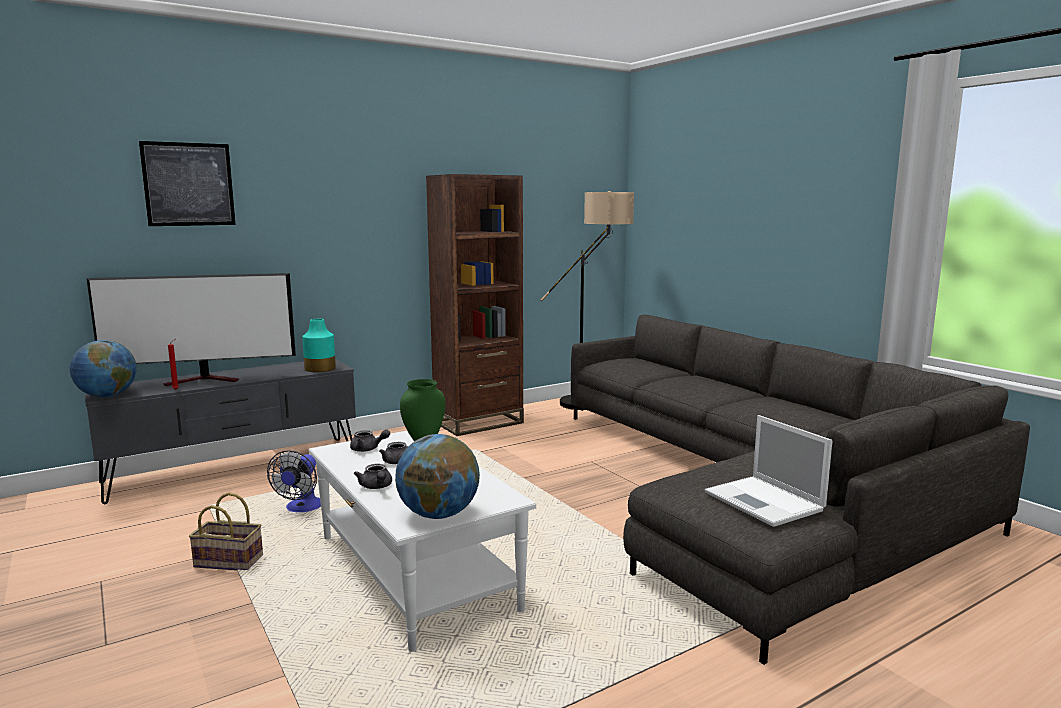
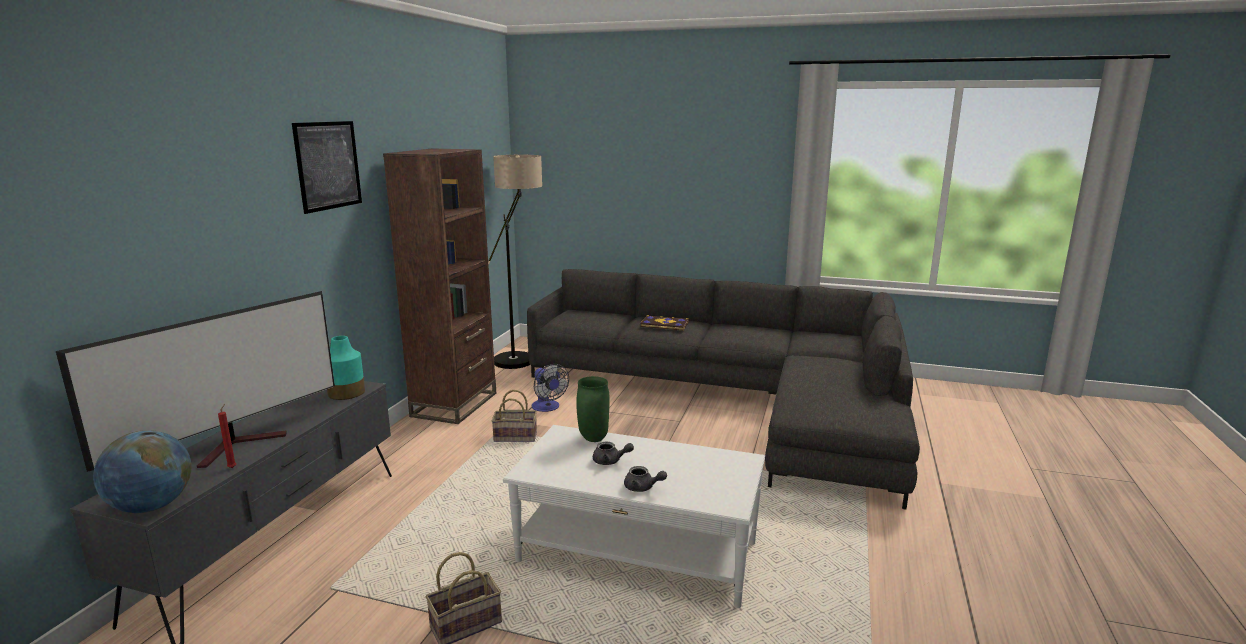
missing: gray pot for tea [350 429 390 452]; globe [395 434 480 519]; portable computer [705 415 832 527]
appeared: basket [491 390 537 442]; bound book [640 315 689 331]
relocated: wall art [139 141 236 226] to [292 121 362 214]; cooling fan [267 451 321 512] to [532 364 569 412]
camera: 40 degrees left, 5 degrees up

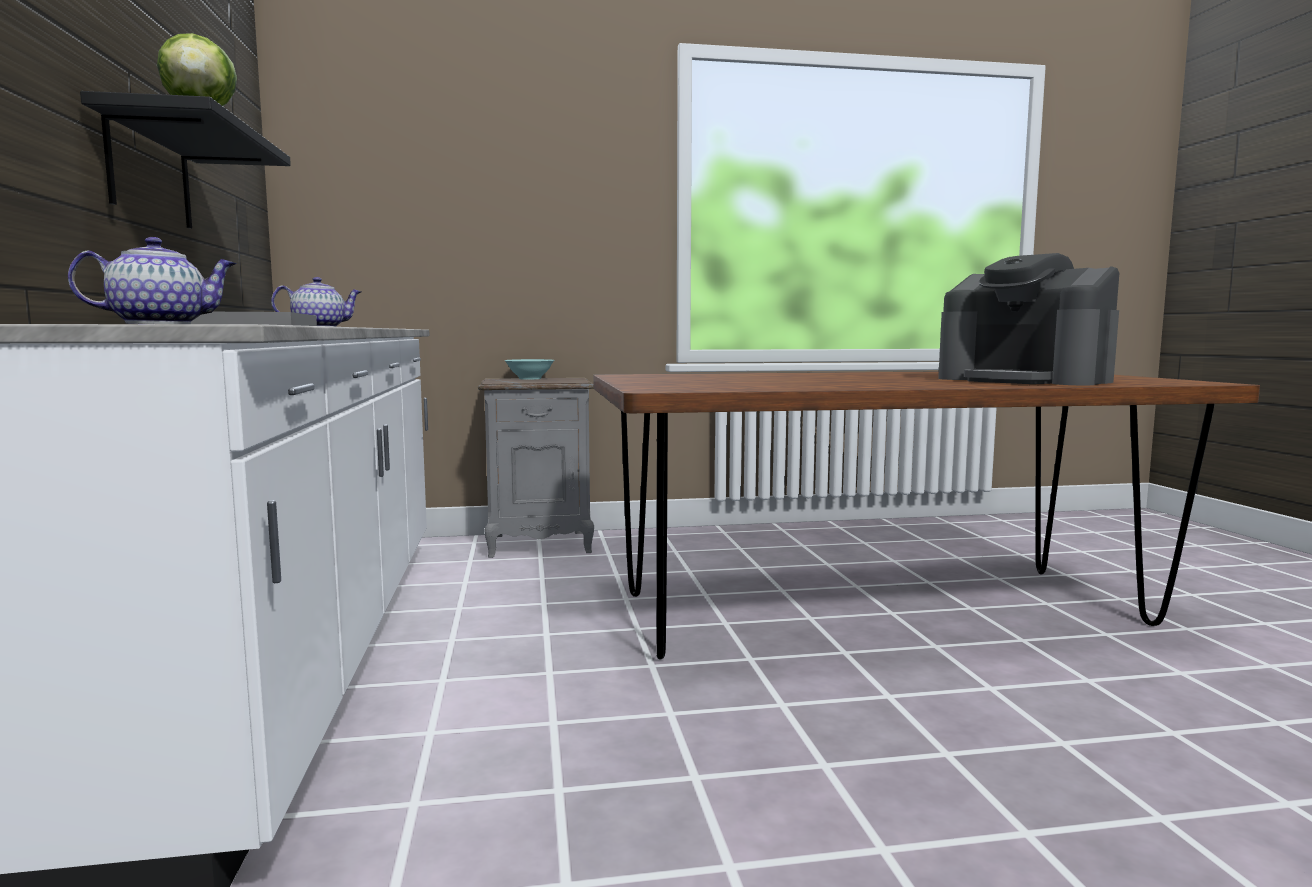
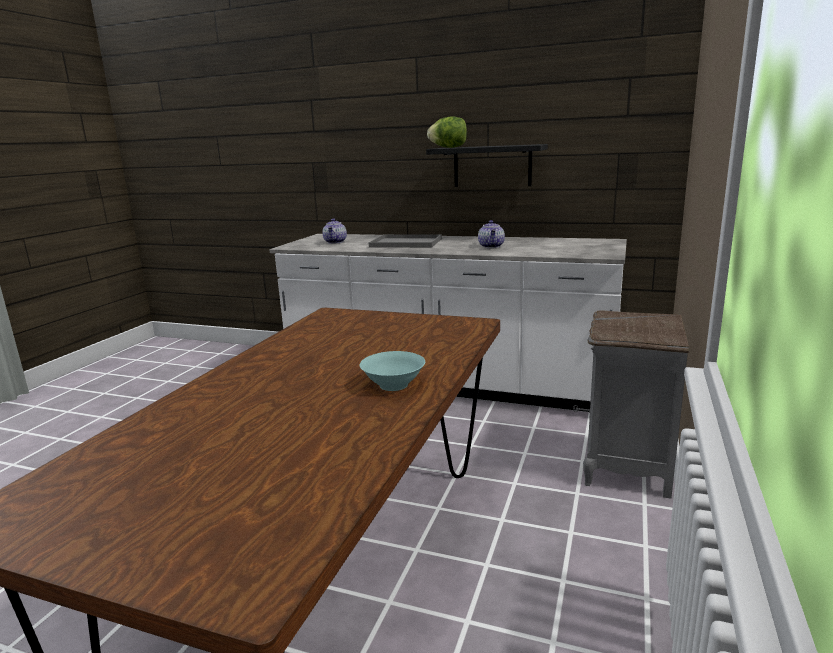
missing: coffee brewer [938 253 1119 385]
relocated: turquoise-coloured serving bowl [505 359 555 380] to [360 351 425 391]
camera: 120 degrees right, 10 degrees up

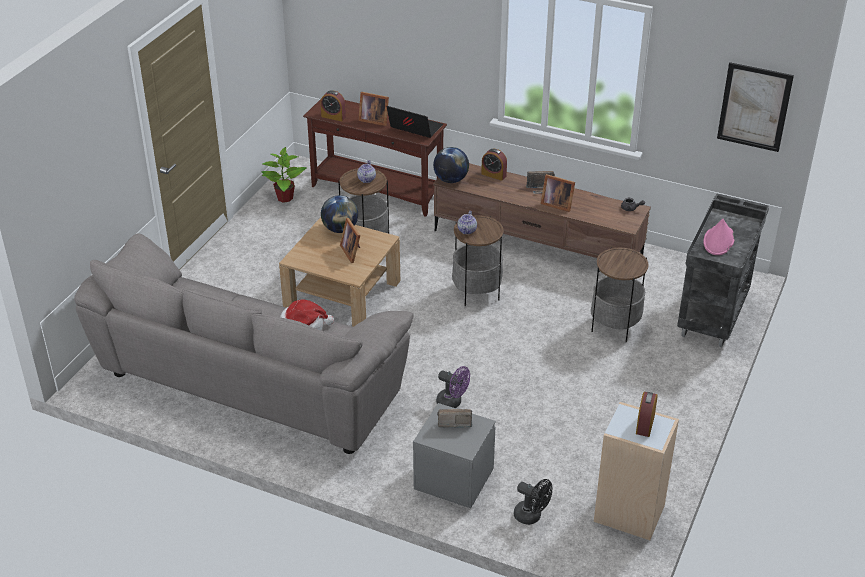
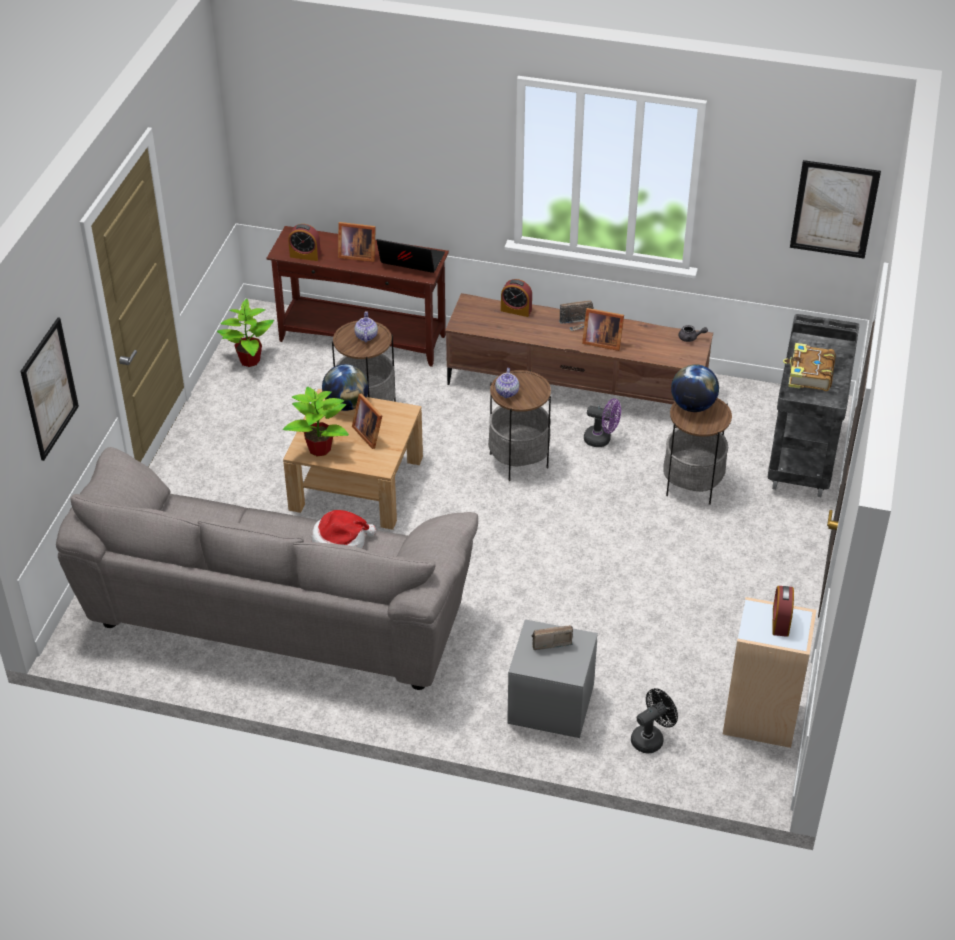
appeared: wall art [20 318 79 461]; plant in a pot [283 387 349 456]
relocated: globe [433 147 469 183] to [671 364 719 412]; purple-coloured cooling fan [436 366 470 408] to [584 398 621 447]
exchanged: pink-coloured wearable hat [703 219 734 255] to bound book [783 343 836 391]
spun: black cooling fan [514 479 552 525] = [631 688 678 753] 60 degrees counterclockwise
camera: 10 degrees left, 5 degrees up

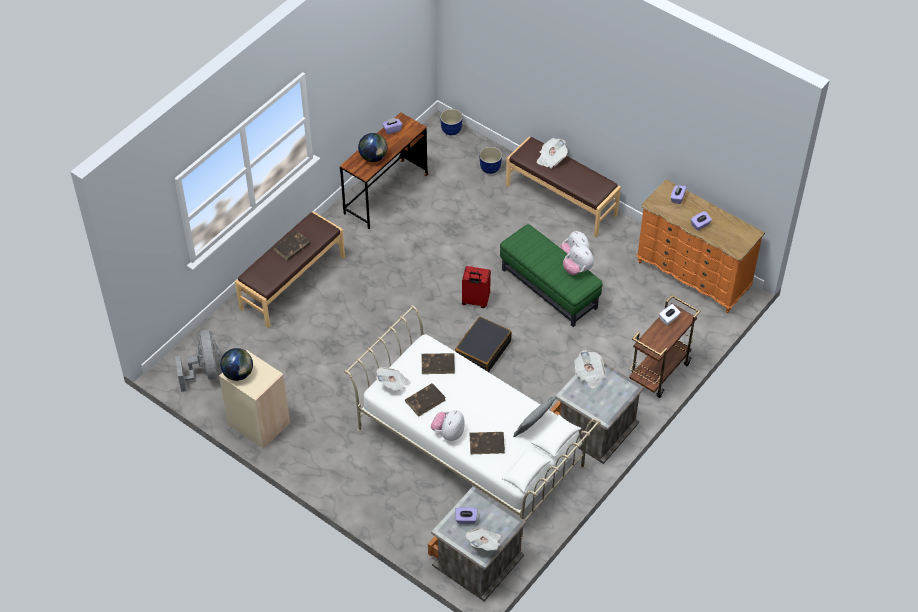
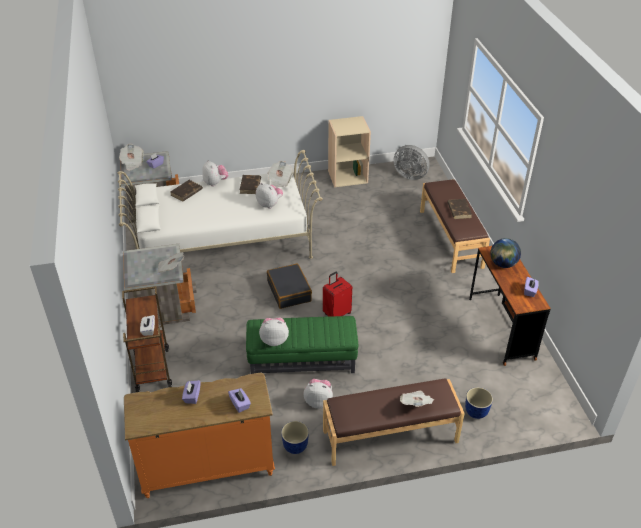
missing: globe [220 348 253 381]; gray throw pillow [513 396 556 437]
relocated: planter [440 109 463 135] to [281 421 309 454]
exchanged: brownish bound book [422 353 455 374] to cuddly toy [256 183 283 209]
camera: 130 degrees right, 10 degrees down

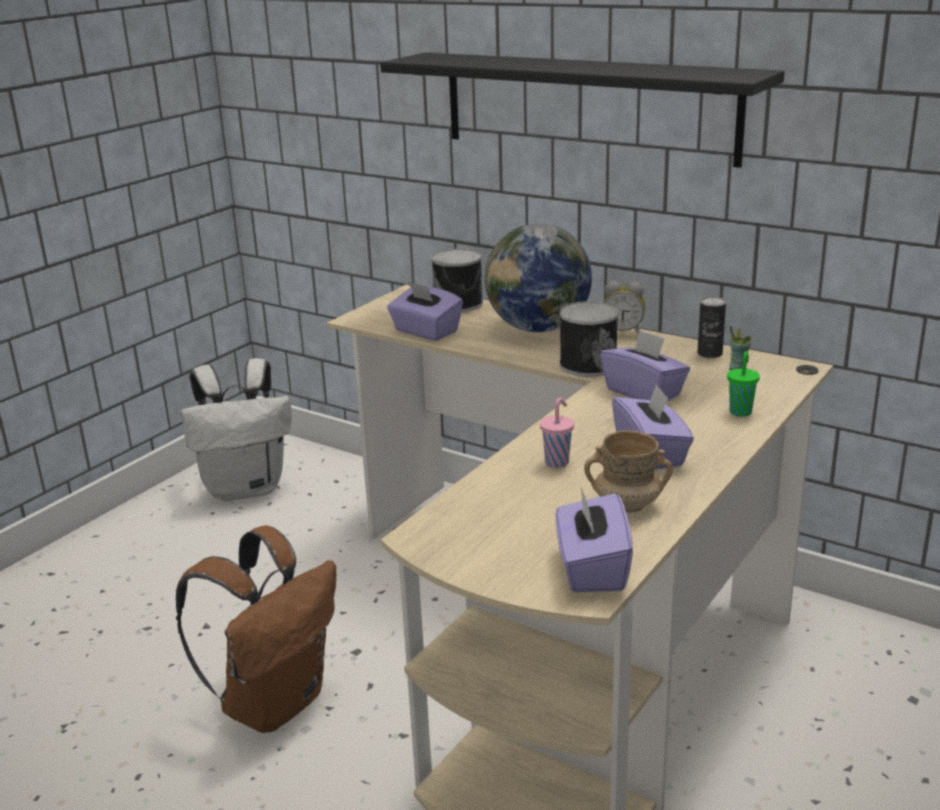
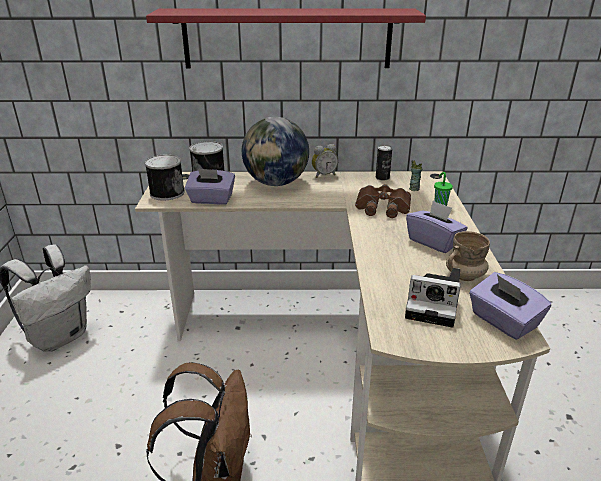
missing: pink-coloured drinking cup [540 398 574 468]
appeared: photo camera [405 268 461 328]
relocated: can [560 301 618 377] to [145 154 185 201]
exchanged: purple-coloured tissue box [600 330 690 401] to brownish pair of binoculars [355 184 411 218]
colour: black shelf [380 52 785 168] to reddish shelf [146 8 426 69]
camera: 35 degrees left, 5 degrees up

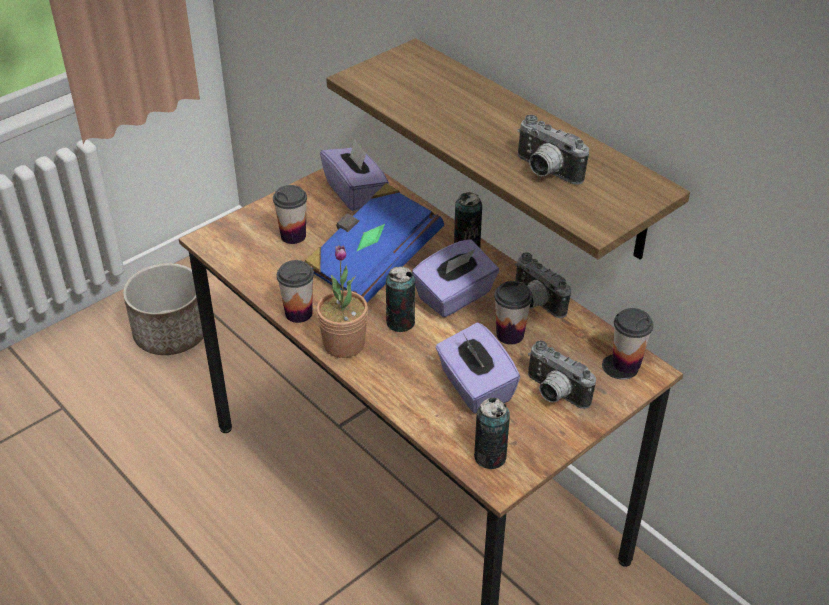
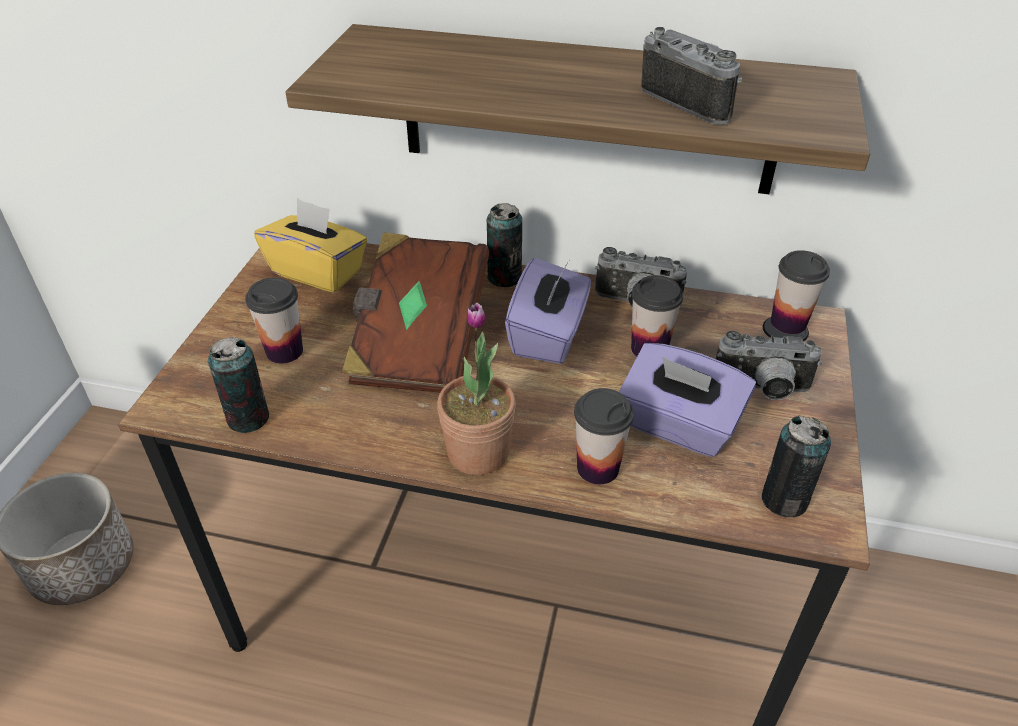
relocated: drinking cup [277 260 314 323] to [574 388 634 485]; can [386 266 415 332] to [207 337 269 433]
colour: blue bound book [305 183 444 302] to brownish bound book [341 232 490 393]; purple-coloured tissue box [320 139 389 211] to yellow-coloured tissue box [254 198 368 292]
spun: photo camera [517 115 589 185] = [641 27 742 125] 135 degrees counterclockwise
camera: 35 degrees left, 0 degrees up

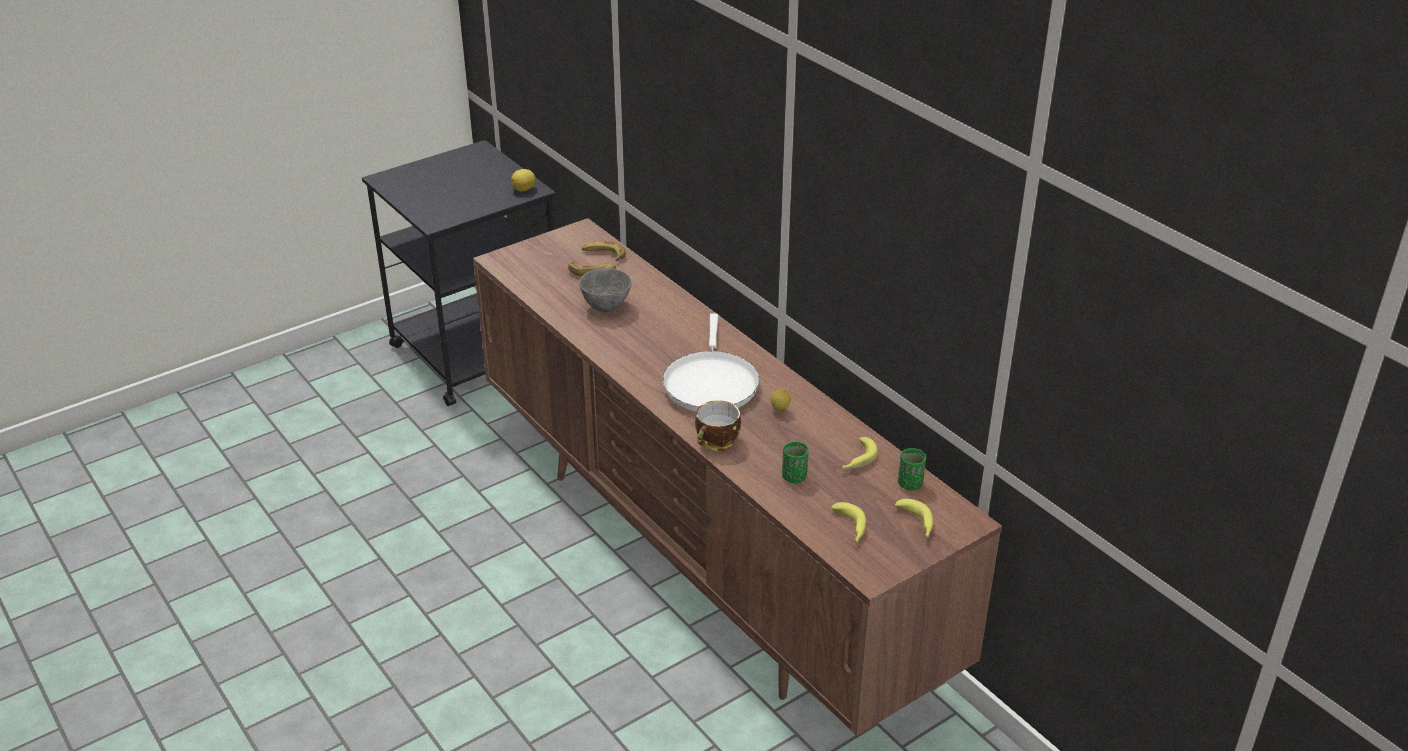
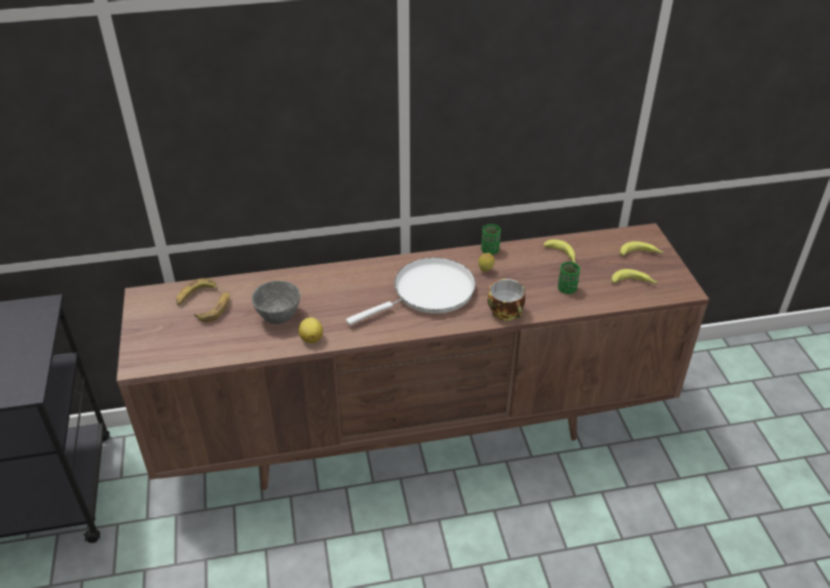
relocated: whole lemon [511 169 536 191] to [299 317 323 343]; green-coloured drinking cup [898 448 926 490] to [481 224 501 255]
spun: white skillet [663 313 760 411] = [346 258 476 325] 60 degrees counterclockwise
camera: 65 degrees left, 5 degrees up

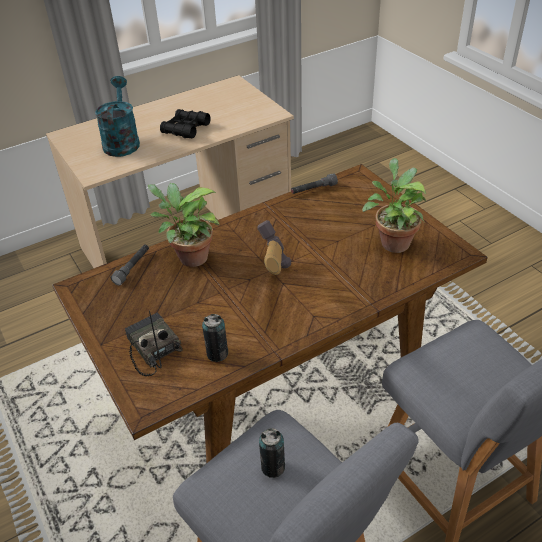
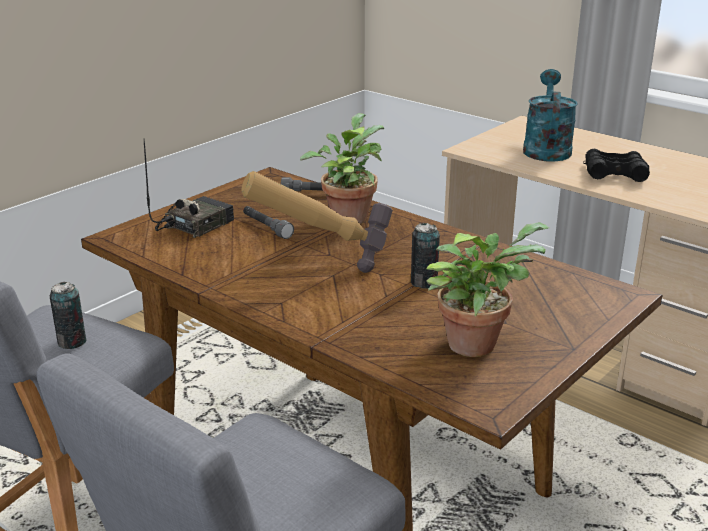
relocated: can [202 314 228 362] to [411 223 440 288]; gray hand torch [291 173 338 194] to [243 206 294 239]
spun: turquoise-coloured watering pot [95 76 140 157] = [523 69 578 162] 60 degrees counterclockwise
camera: 70 degrees right, 15 degrees down

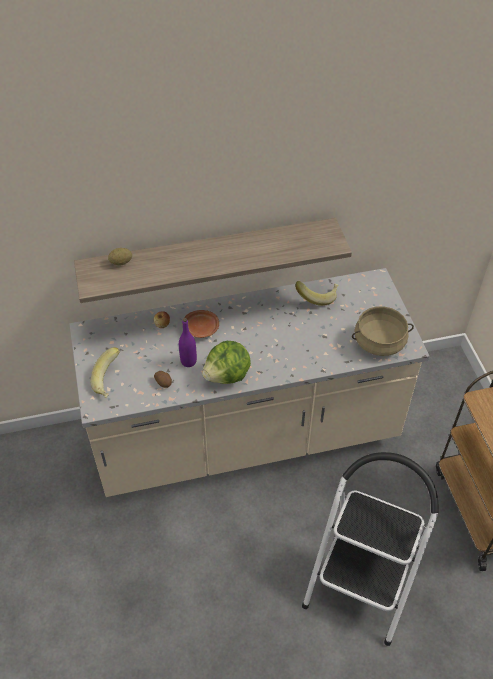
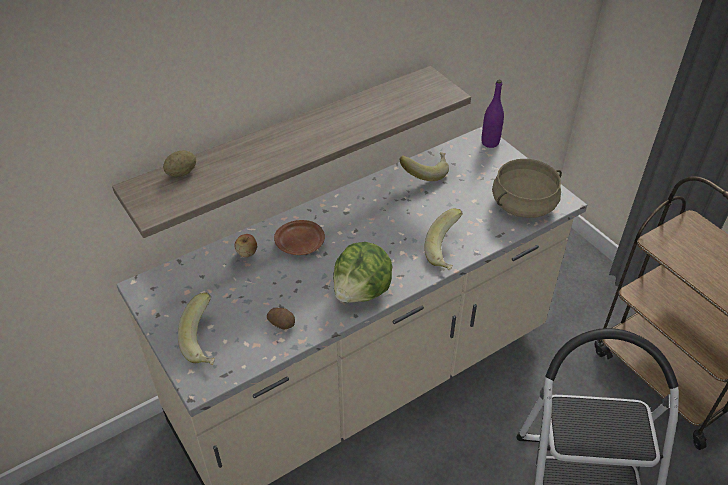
appeared: whole banana [424 209 463 271]
relocated: purple-coloured bottle [179 318 197 367] to [481 80 504 148]
camera: 20 degrees left, 5 degrees down

